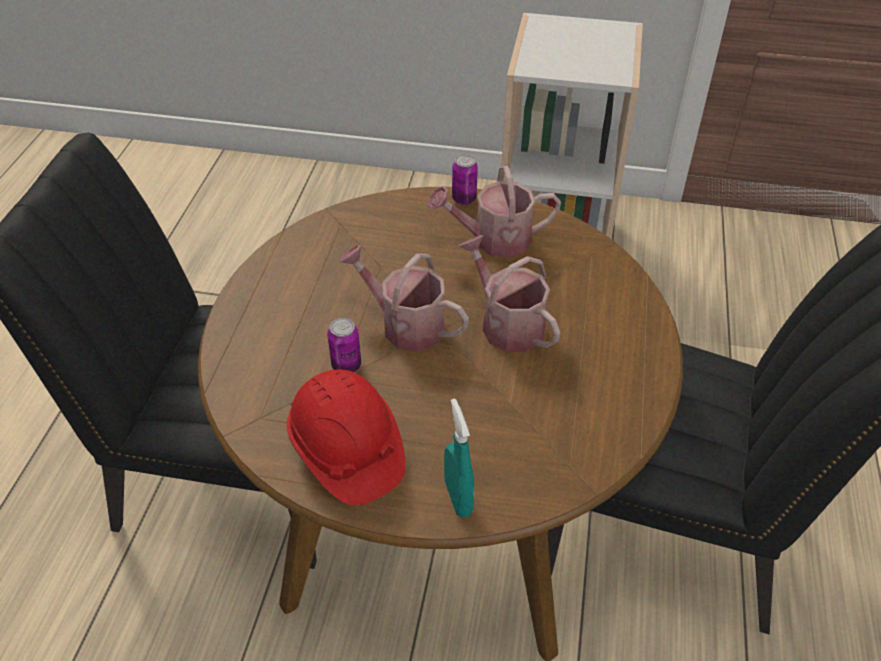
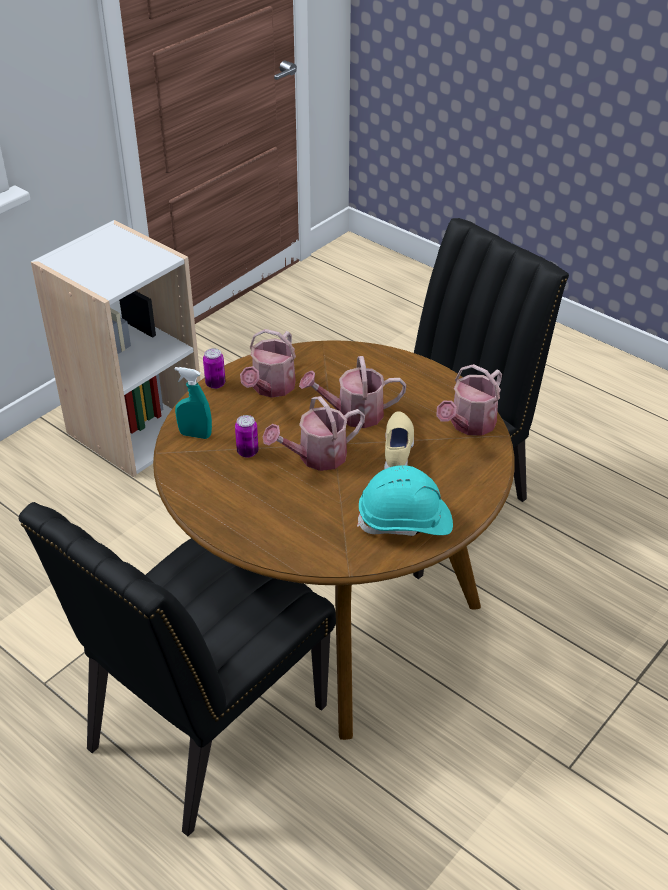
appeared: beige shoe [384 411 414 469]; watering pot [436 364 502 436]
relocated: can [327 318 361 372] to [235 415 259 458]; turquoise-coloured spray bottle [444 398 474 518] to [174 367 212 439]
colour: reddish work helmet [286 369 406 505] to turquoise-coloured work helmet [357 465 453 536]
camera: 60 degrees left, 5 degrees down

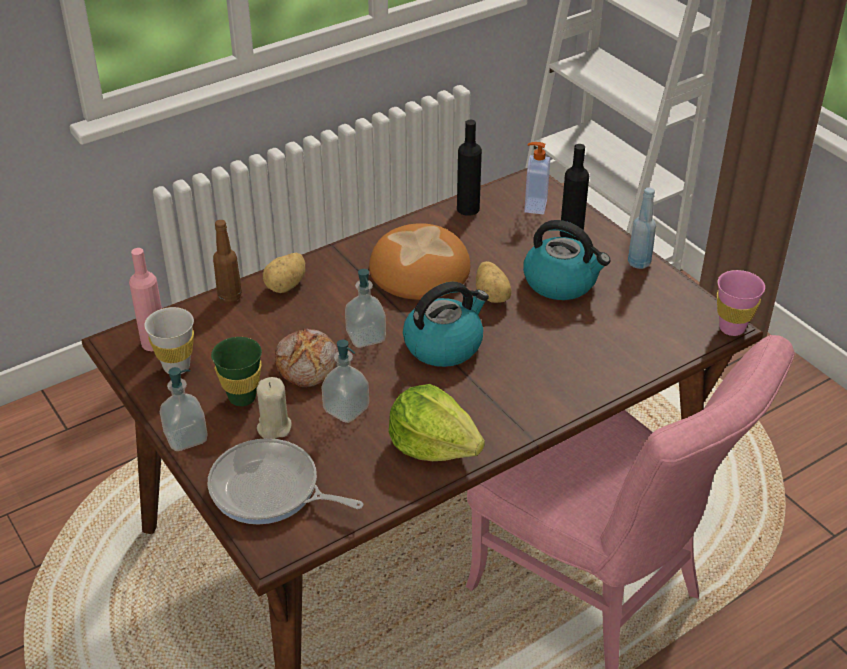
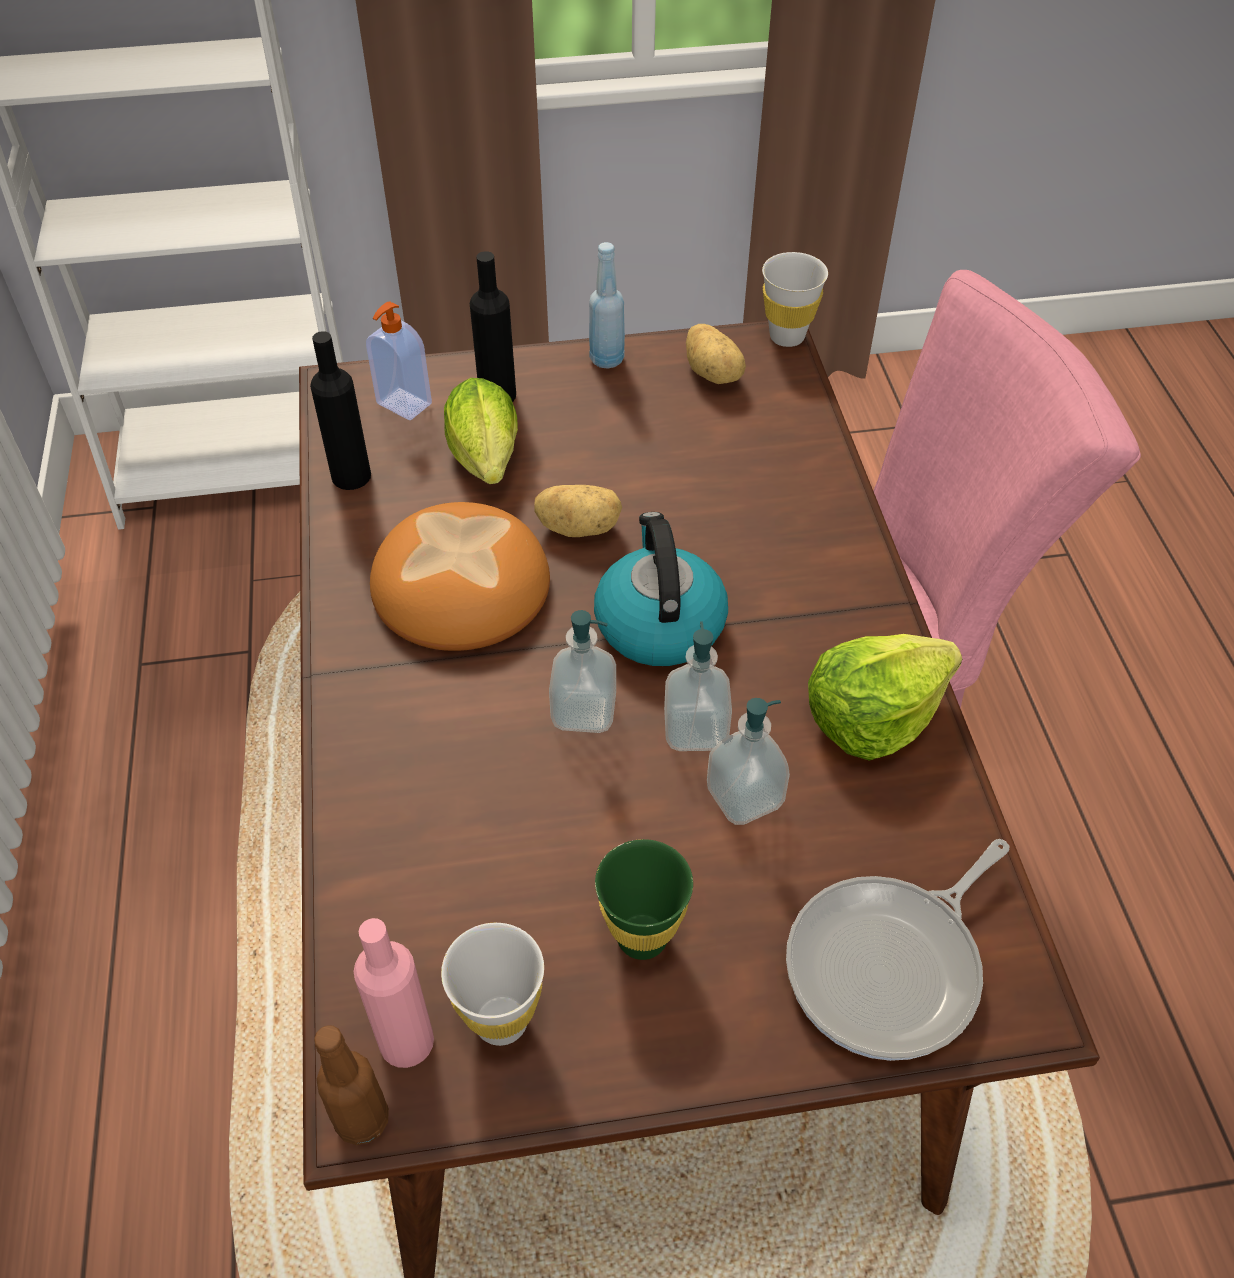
missing: beige candle [256 377 292 439]; bread [275 328 338 387]; kettle [523 220 610 300]
appeared: head of lettuce [444 378 518 484]
relocated: soap bottle [160 367 208 451] to [664 621 732 751]; brownish bottle [213 220 242 303] to [314 1025 389 1145]; potato [263 253 305 293] to [686 324 746 384]
colour: pink-coloured drinking cup [717 270 765 336] to white drinking cup [762 252 828 347]
camera: 65 degrees left, 10 degrees up

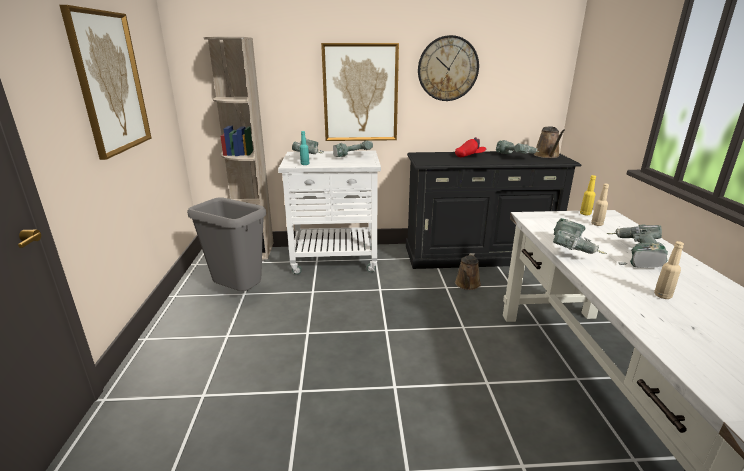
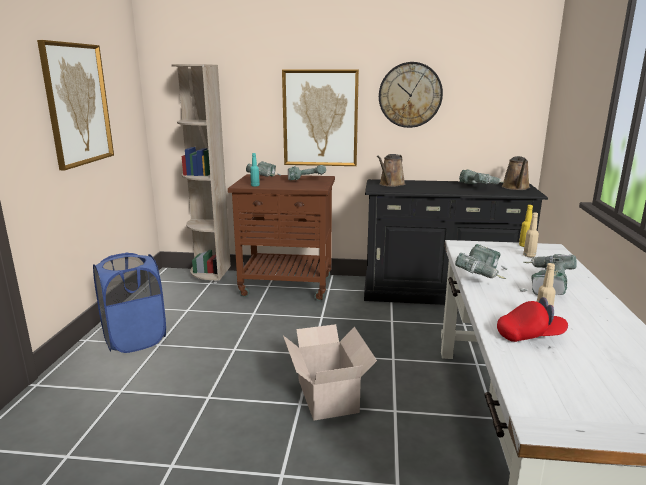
missing: gray rubbish bin [187 198 266 291]
appeared: blue washing basket [93 253 166 353]; carton [283 324 377 421]
relocated: reddish cap [455 137 486 157] to [497 297 568 342]; brownish watering pot [455 253 481 290] to [377 154 405 187]
colour: white cart [278 151 381 274] to brownish cart [228 174 335 301]
camera: 10 degrees right, 5 degrees down

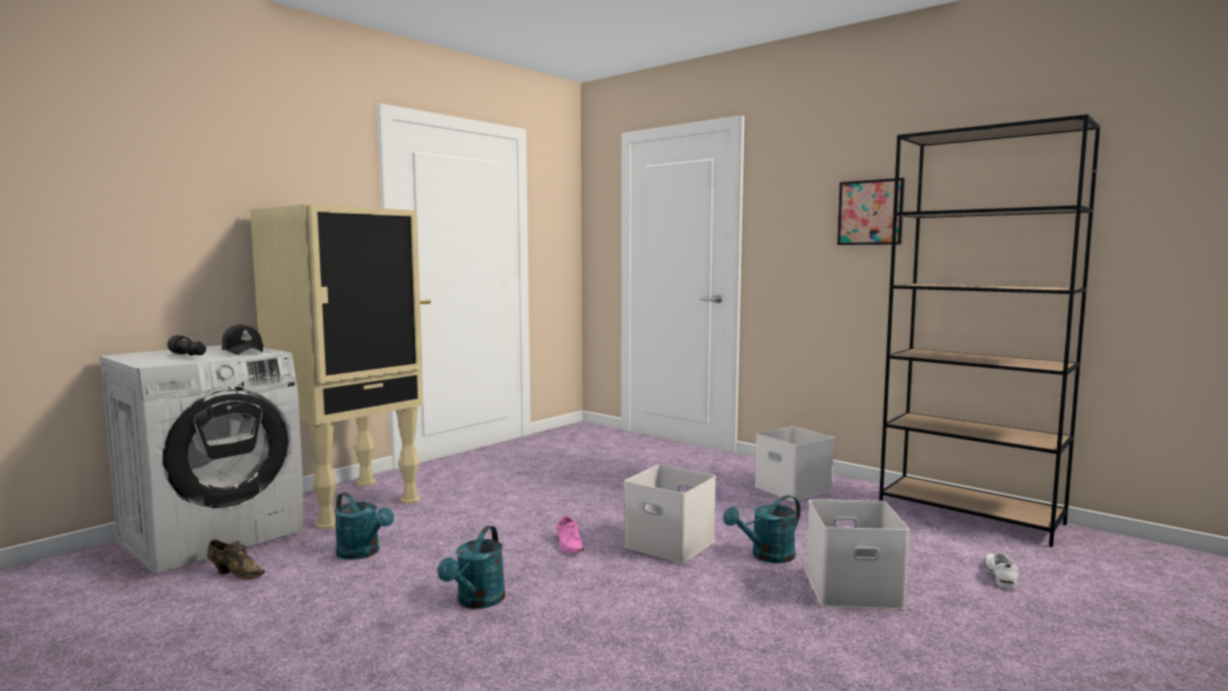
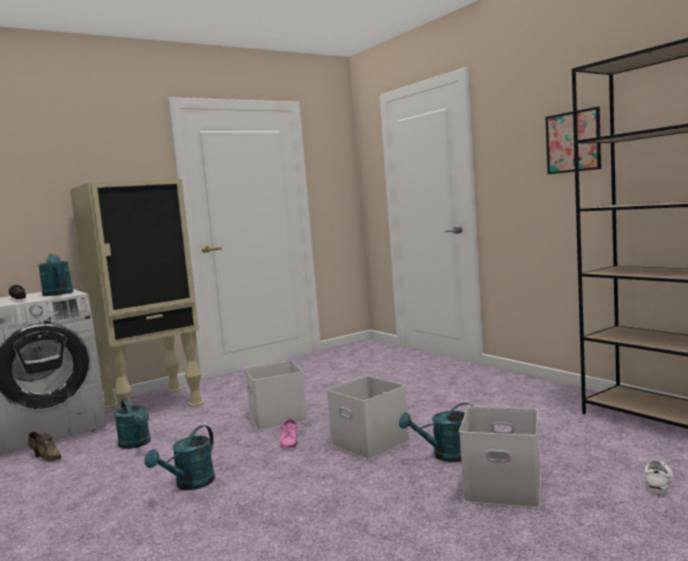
relocated: white storage box [755 426 834 502] to [245 360 308 431]
exchanged: black cap [222 324 263 355] to turquoise-coloured watering pot [38 254 73 296]
camera: 15 degrees right, 0 degrees up

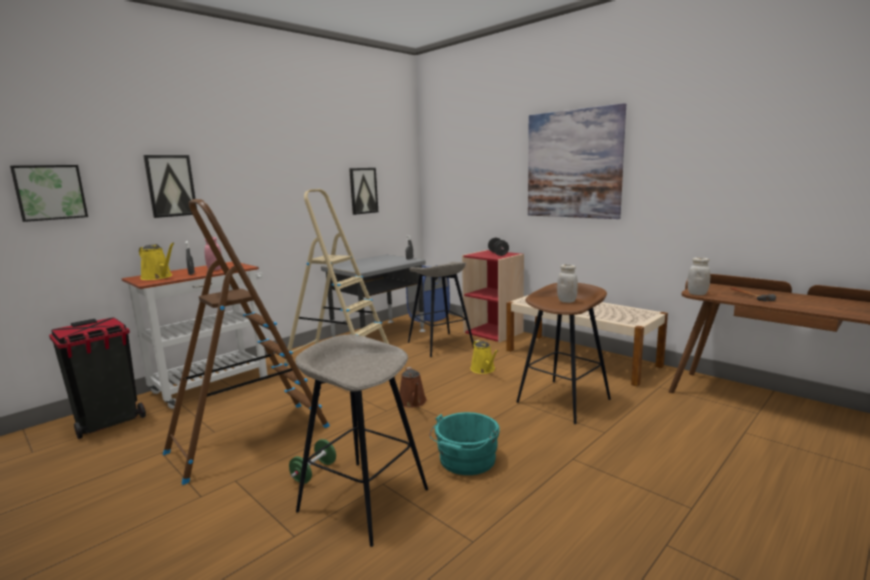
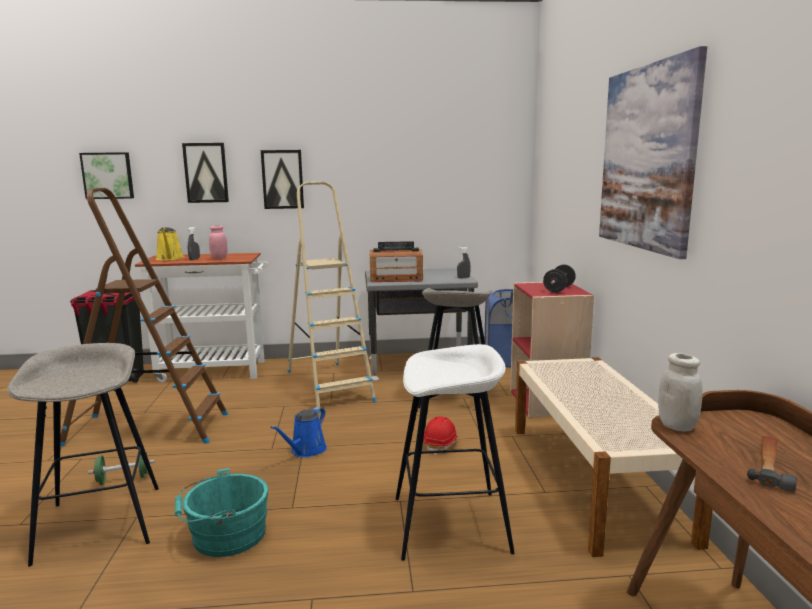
missing: white storage jar [557 264 578 303]
appeared: radio set [370 241 423 282]
relocated: wall art [349 168 378 215] to [261 150 304 209]
exchanged: yellow-coloured watering pot [470 340 498 374] to reddish work helmet [423 416 458 455]
colour: brownish watering pot [399 367 427 408] to blue watering pot [270 407 327 458]; brownish stool [516 283 611 424] to white stool [395 344 514 561]
camera: 40 degrees right, 0 degrees up

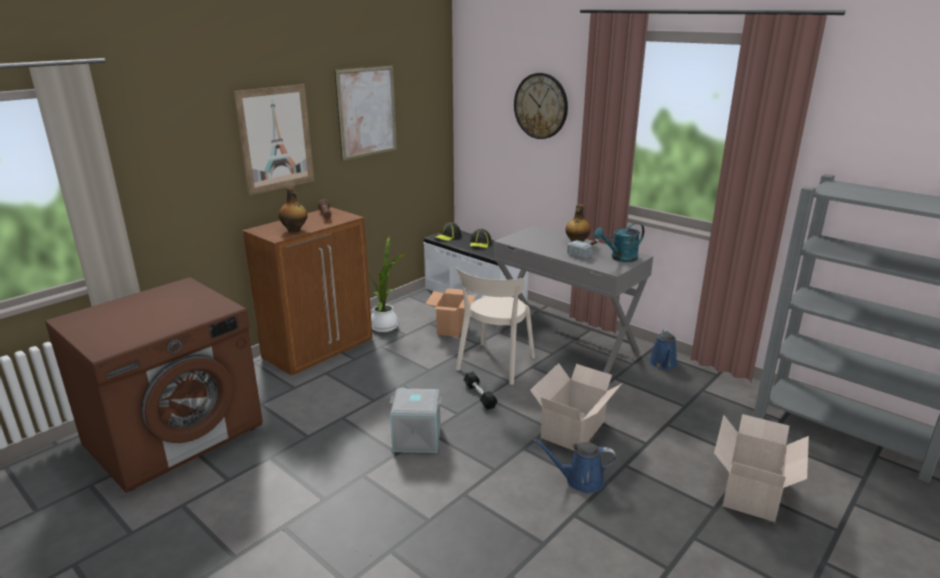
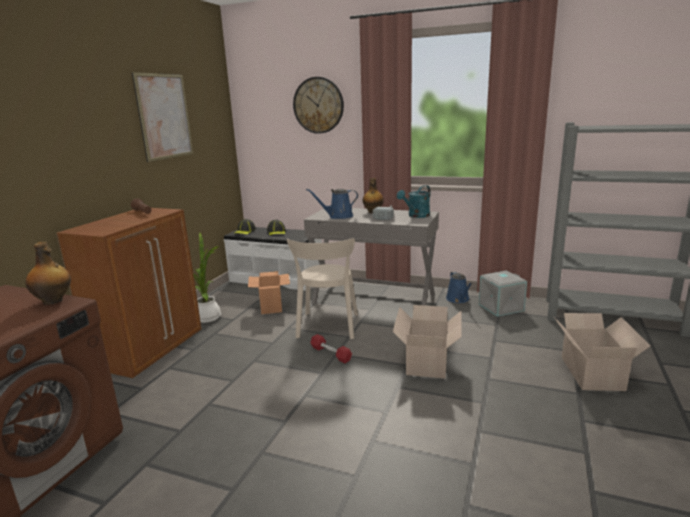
missing: wall art [233 84 314 196]
relocated: bottle [279 187 307 232] to [26 242 71 305]; gray storage box [390 389 441 453] to [479 271 527 317]; blue watering pot [534 439 616 493] to [306 189 358 219]
colour: black free weight [463 372 497 410] to reddish free weight [310 334 352 363]
camera: 20 degrees left, 5 degrees down

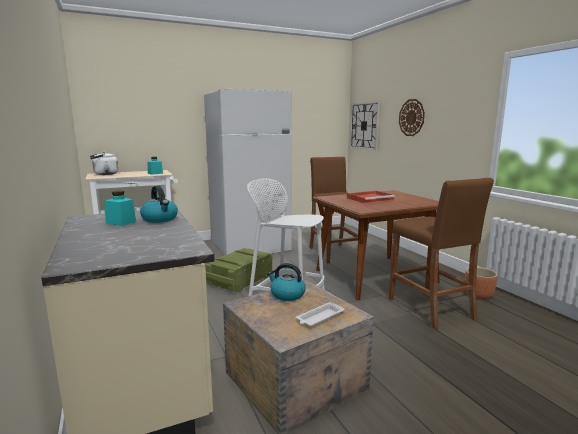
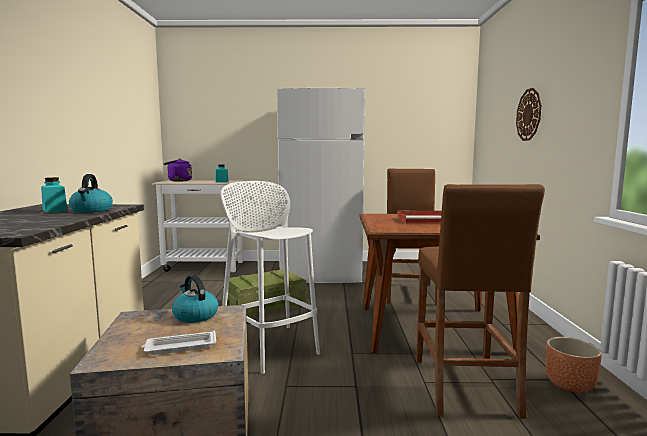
missing: clock on the wall [350 101 380 150]
colour: white kettle [90 152 118 175] to purple-coloured kettle [163 159 192 182]
camera: 25 degrees right, 5 degrees down

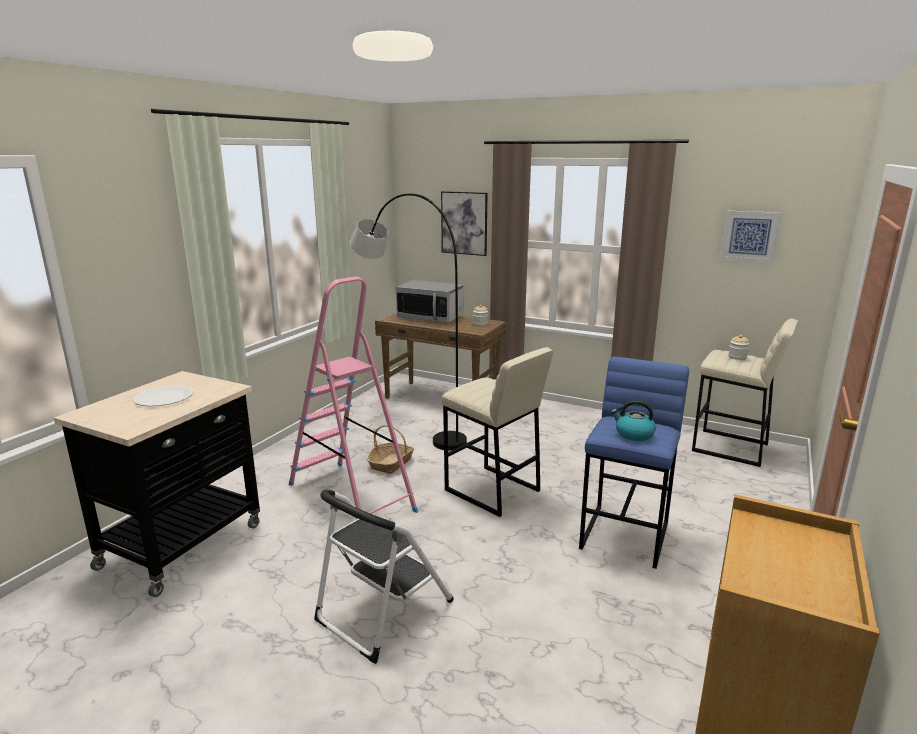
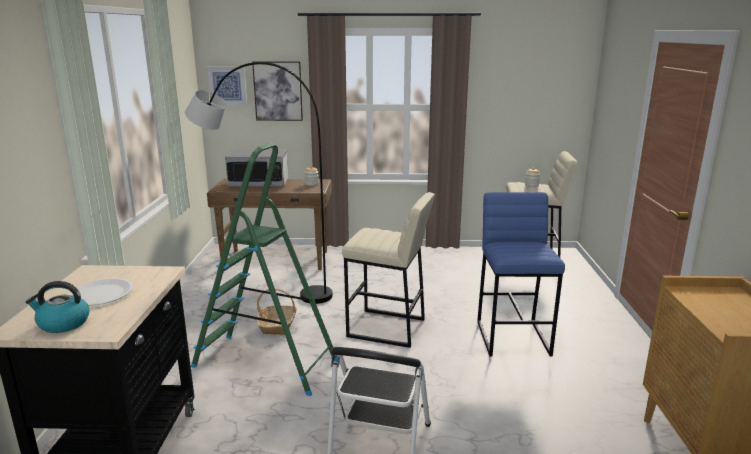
relocated: kettle [611 400 656 441] to [26 281 89 333]; wall art [721 211 780 262] to [207 67 247 105]
colour: pink-coloured step stool [289 277 418 514] to green-coloured step stool [191 143 337 396]
camera: 25 degrees left, 0 degrees up

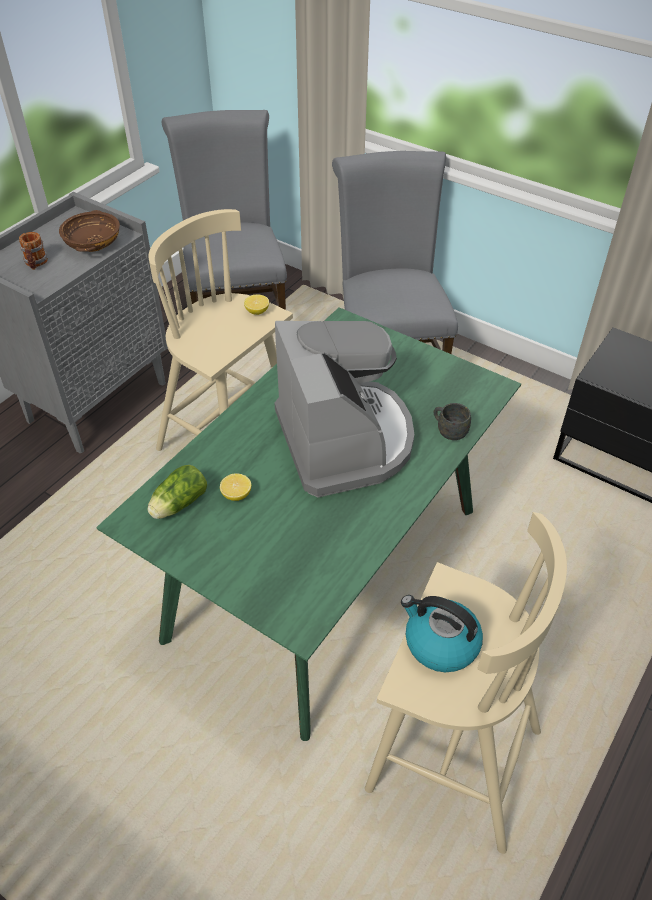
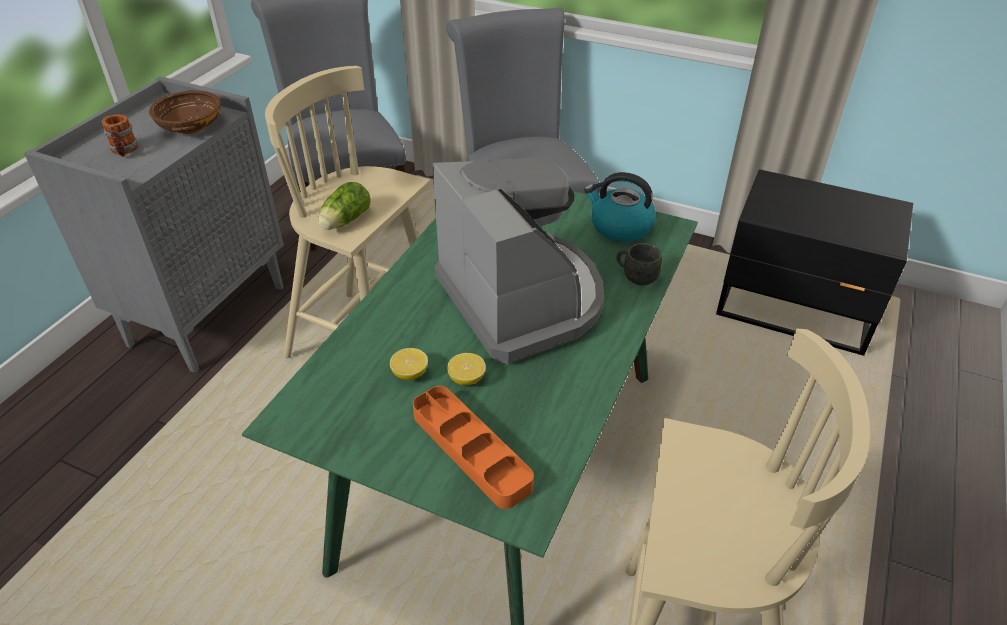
appeared: orange tray [413 386 534 509]
relocated: head of lettuce [148 465 207 519] to [318 182 371 230]; whole lemon [244 295 269 315] to [447 353 486 385]; kettle [401 595 483 672] to [584 172 656 242]
camera: 10 degrees left, 5 degrees down

